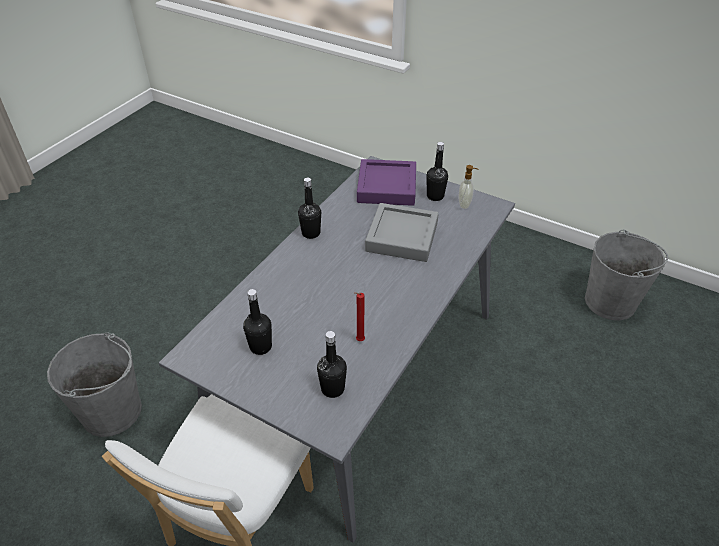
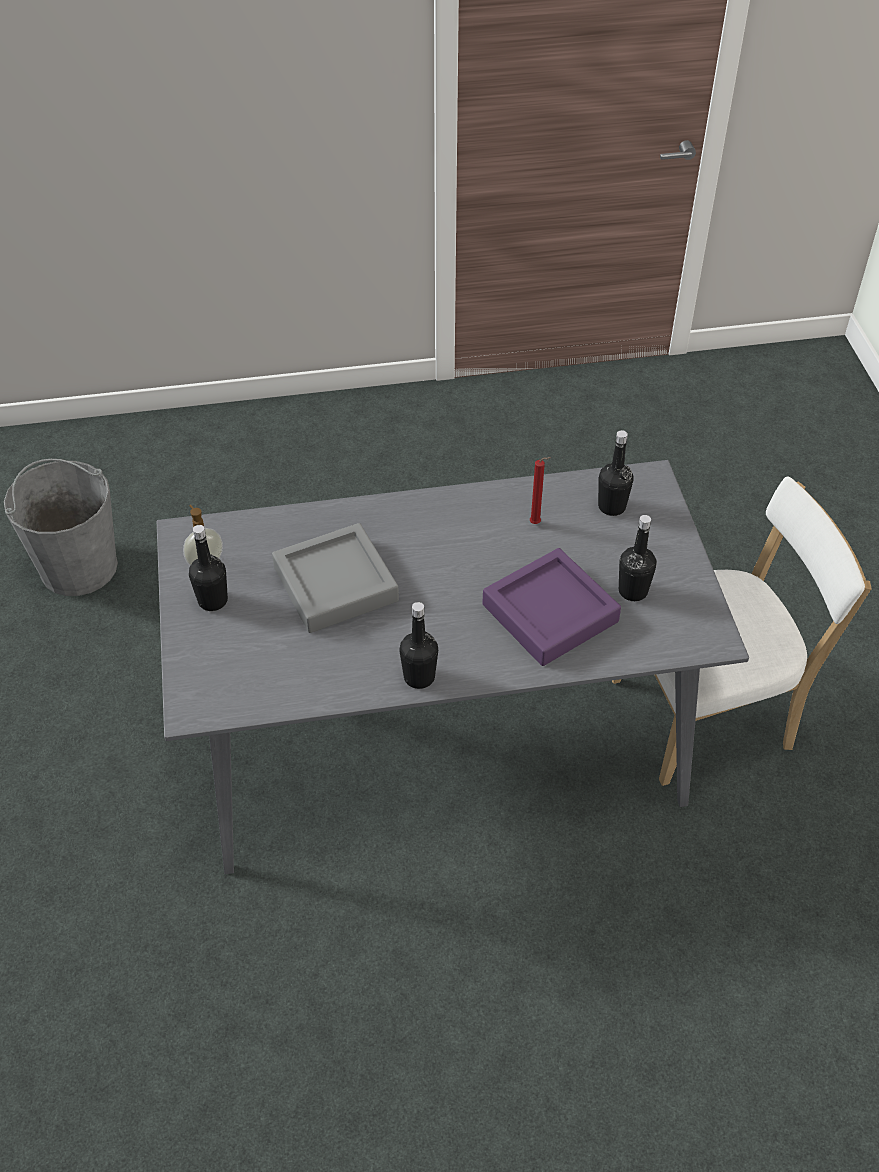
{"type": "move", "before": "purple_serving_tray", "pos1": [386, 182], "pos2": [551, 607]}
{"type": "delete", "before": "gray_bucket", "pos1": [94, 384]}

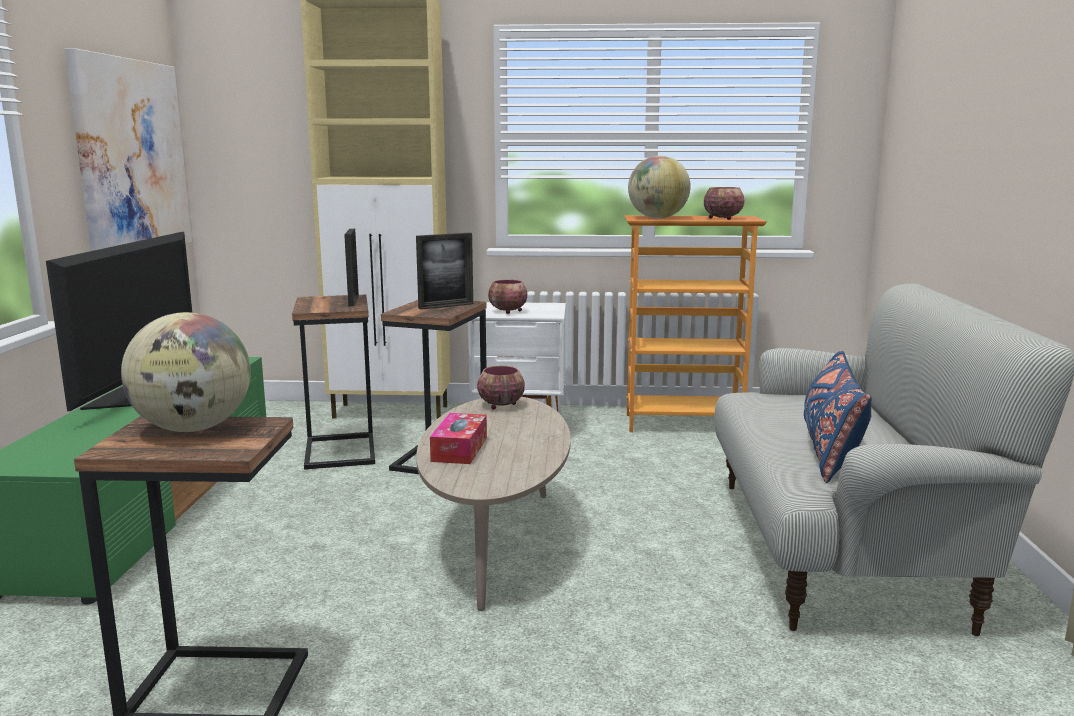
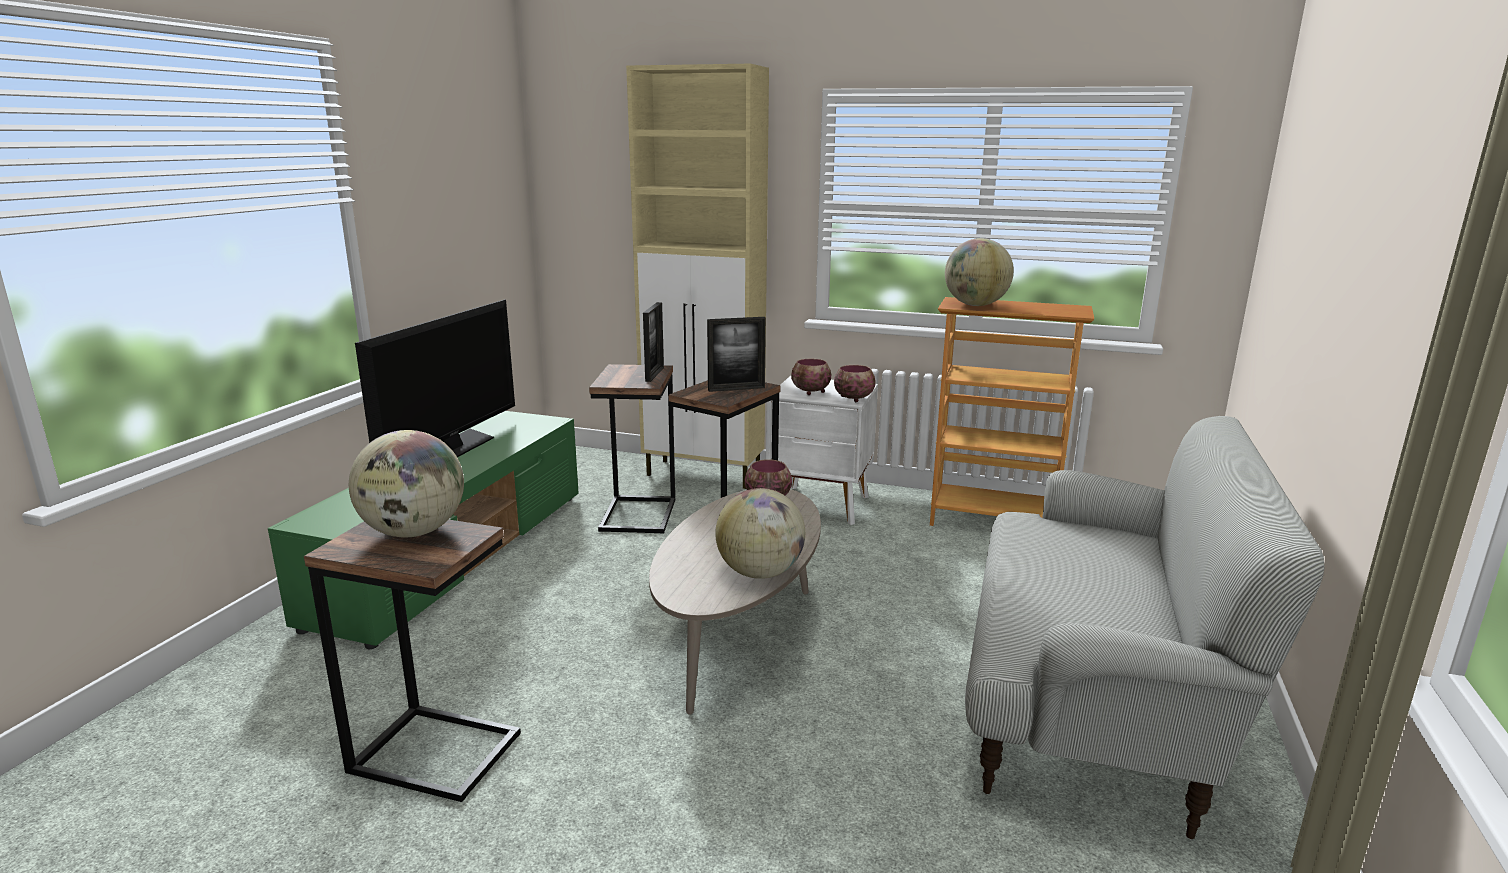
{"type": "insert", "after": "globe", "pos2": [760, 533]}
{"type": "move", "before": "deep_dish", "pos1": [724, 203], "pos2": [855, 383]}
{"type": "delete", "before": "wall_picture", "pos1": [128, 149]}
{"type": "delete", "before": "box_of_tissues", "pos1": [458, 438]}
{"type": "delete", "before": "blue_pillow", "pos1": [838, 417]}

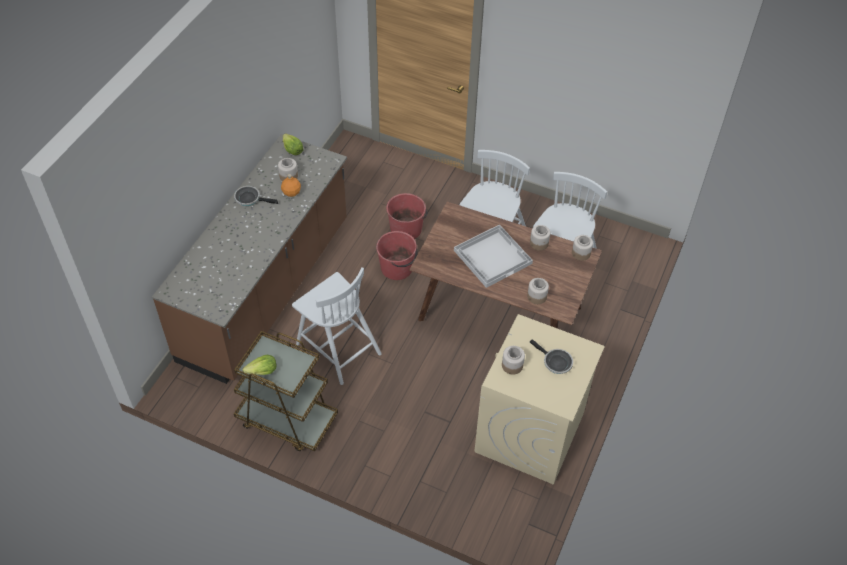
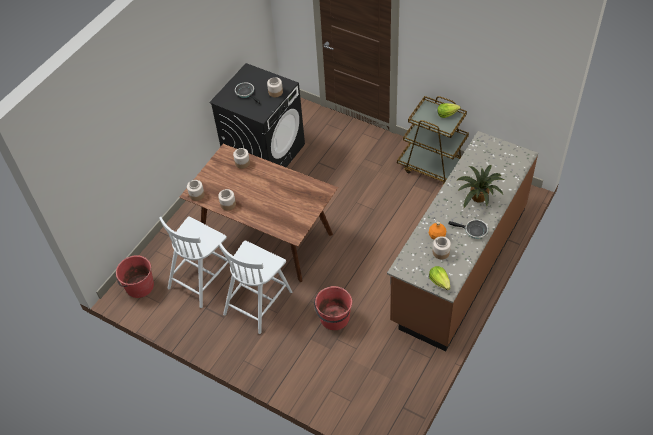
{"type": "move", "before": "red-coloured_bucket", "pos1": [397, 255], "pos2": [135, 276]}
{"type": "recolor", "before": "sand-coloured_washing_machine", "after": "black-coloured_washing_machine", "pos1": [539, 399], "pos2": [257, 115]}
{"type": "insert", "after": "plant_in_a_pot", "pos2": [480, 186]}
{"type": "delete", "before": "white-coloured_upright_chair", "pos1": [337, 326]}
{"type": "delete", "before": "white-coloured_serving_tray", "pos1": [493, 256]}

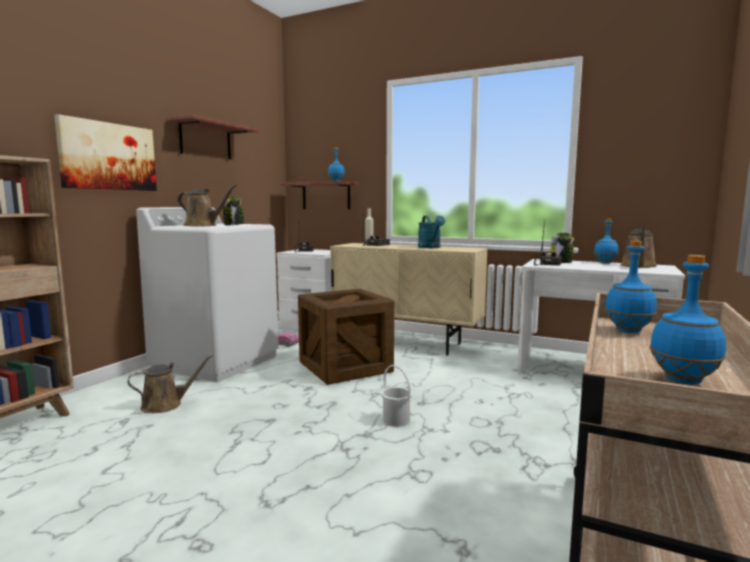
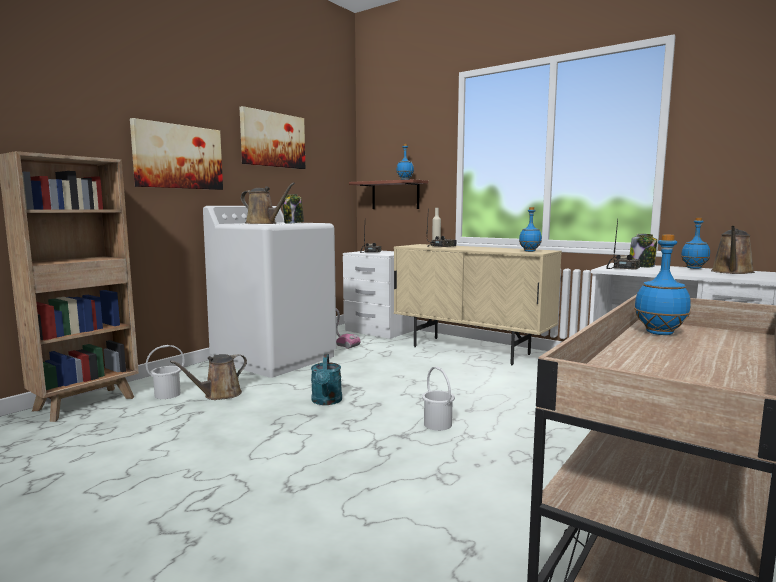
{"type": "insert", "after": "white-coloured_bucket", "pos2": [165, 372]}
{"type": "rotate", "before": "brown_watering_pot", "pos1": [171, 383], "pos2": [208, 377], "turn": 150}
{"type": "replace", "before": "bracket_shelf", "after": "wall_picture", "pos1": [213, 136], "pos2": [272, 137]}
{"type": "move", "before": "turquoise_watering_pot", "pos1": [431, 232], "pos2": [326, 379]}
{"type": "move", "before": "blue_beverage_bottle", "pos1": [688, 319], "pos2": [530, 229]}
{"type": "delete", "before": "shipping_crate", "pos1": [346, 337]}

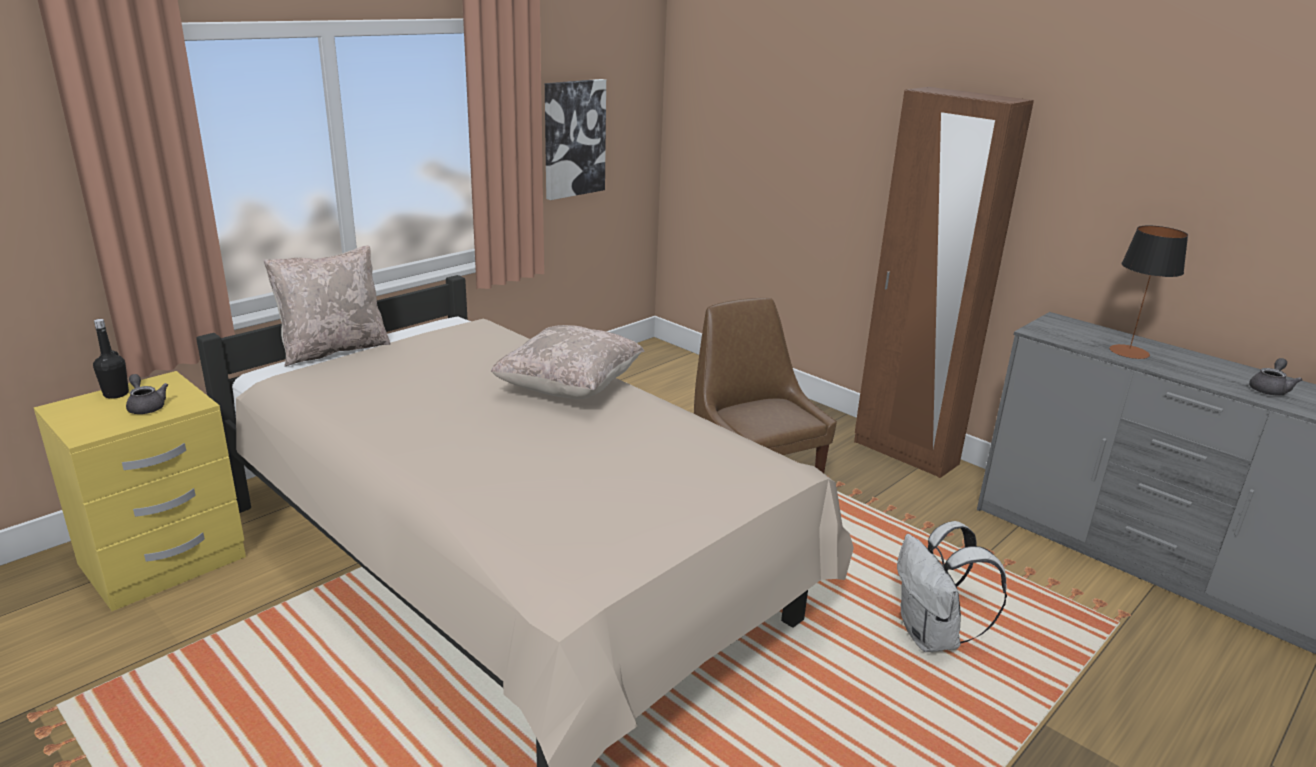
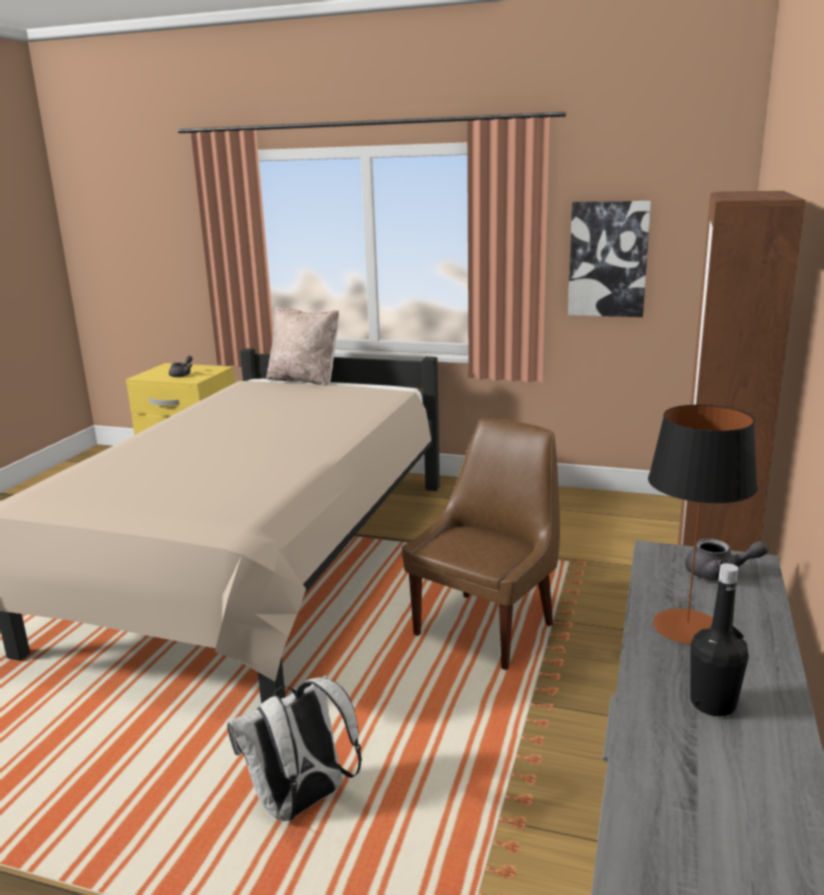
{"type": "move", "before": "gray_teapot", "pos1": [1275, 376], "pos2": [726, 559]}
{"type": "move", "before": "black-coloured_beverage_bottle", "pos1": [111, 359], "pos2": [719, 639]}
{"type": "delete", "before": "sand-coloured_pillow", "pos1": [568, 362]}

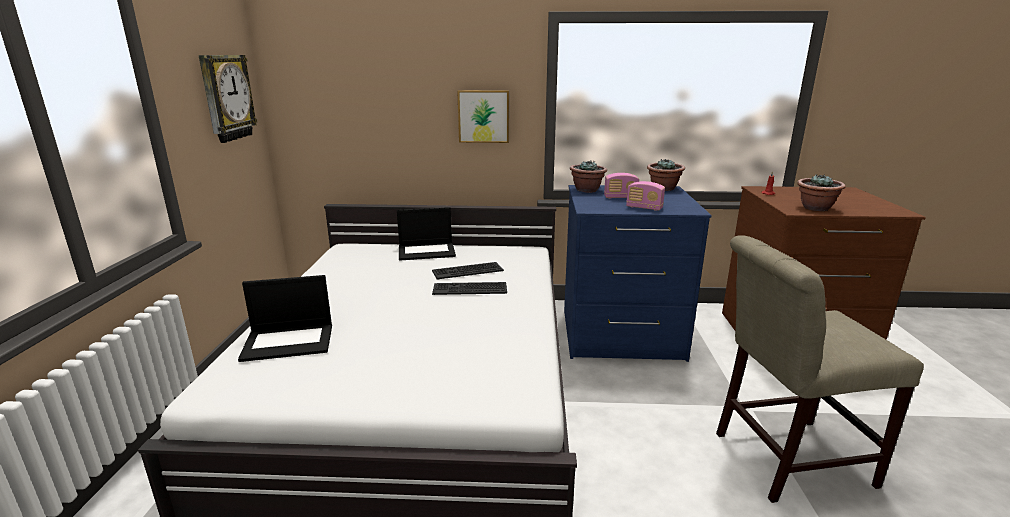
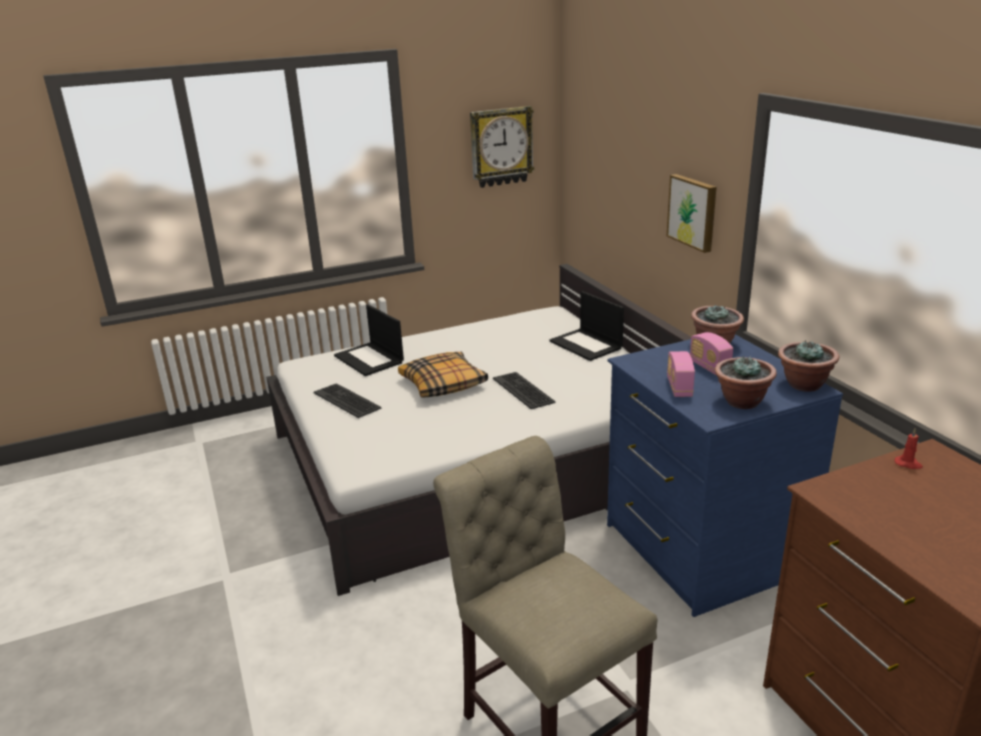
{"type": "move", "before": "keyboard", "pos1": [468, 270], "pos2": [348, 400]}
{"type": "insert", "after": "pillow", "pos2": [443, 375]}
{"type": "move", "before": "plant_in_a_pot", "pos1": [821, 192], "pos2": [746, 382]}

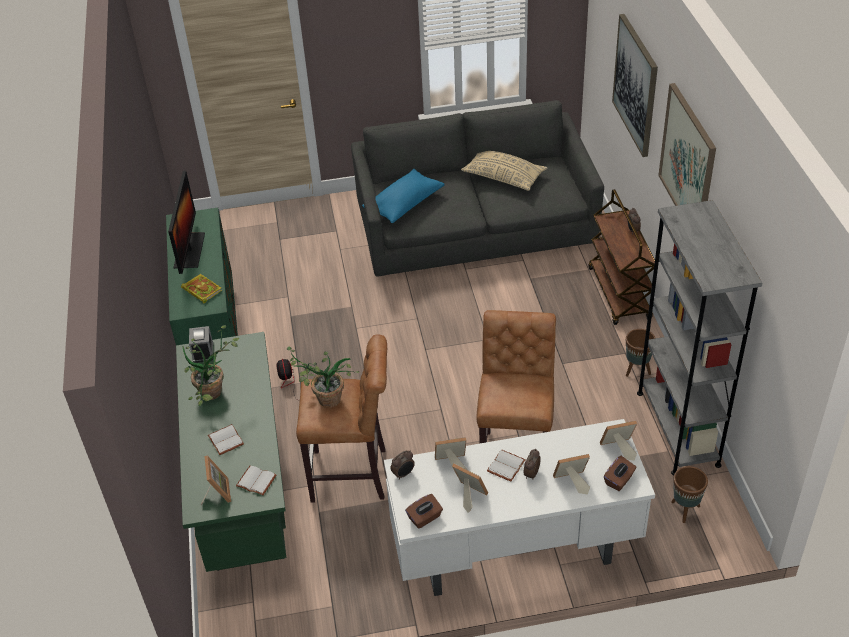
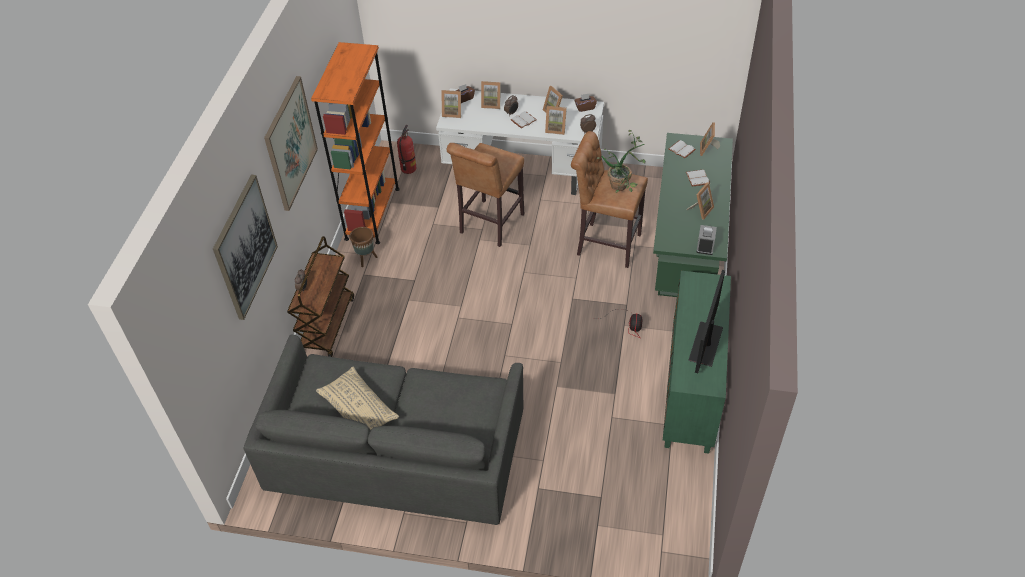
{"type": "recolor", "before": "gray_bookcase", "after": "orange_bookcase", "pos1": [699, 337], "pos2": [355, 143]}
{"type": "replace", "before": "brown_planter", "after": "fire_extinguisher", "pos1": [689, 494], "pos2": [406, 149]}
{"type": "replace", "before": "plant_in_a_pot", "after": "standing_frame", "pos1": [211, 365], "pos2": [700, 201]}
{"type": "delete", "before": "bound_book", "pos1": [201, 288]}
{"type": "delete", "before": "blue_pillow", "pos1": [403, 196]}

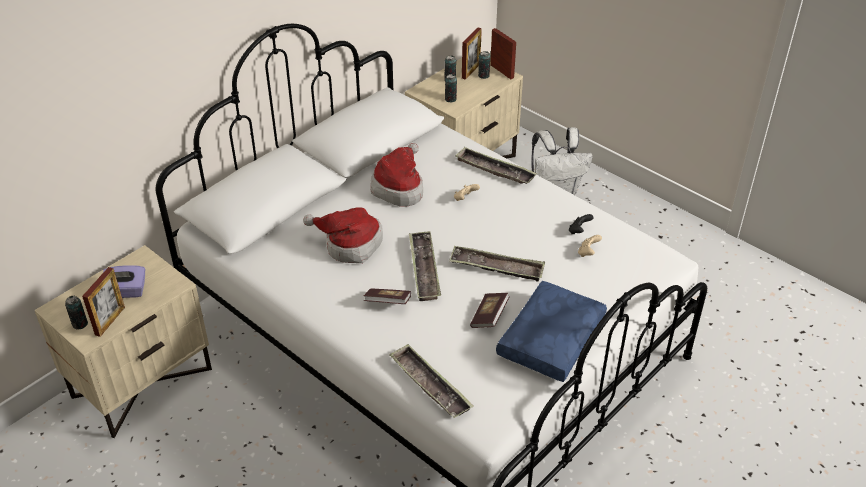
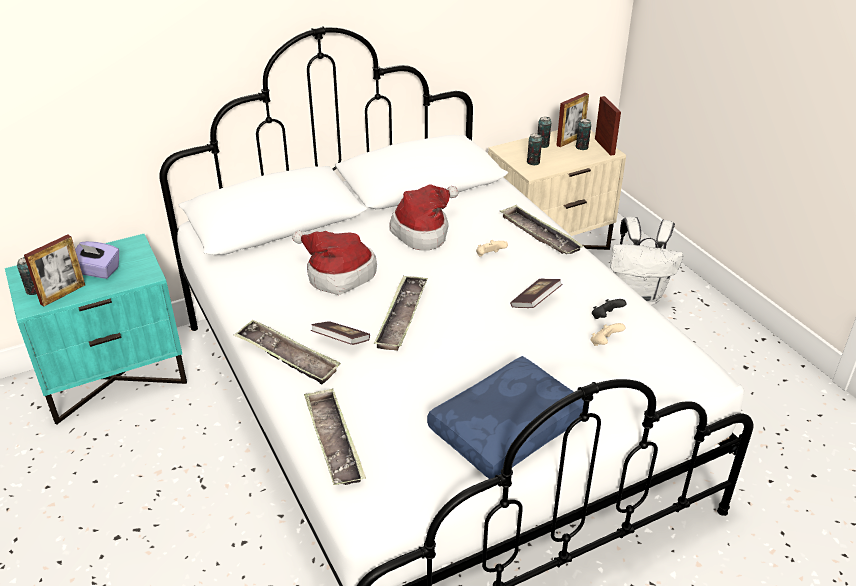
{"type": "recolor", "before": "sand-coloured_nightstand", "after": "turquoise_nightstand", "pos1": [123, 341], "pos2": [96, 329]}
{"type": "move", "before": "serving_tray", "pos1": [497, 264], "pos2": [287, 351]}
{"type": "move", "before": "bound_book", "pos1": [490, 310], "pos2": [536, 293]}

